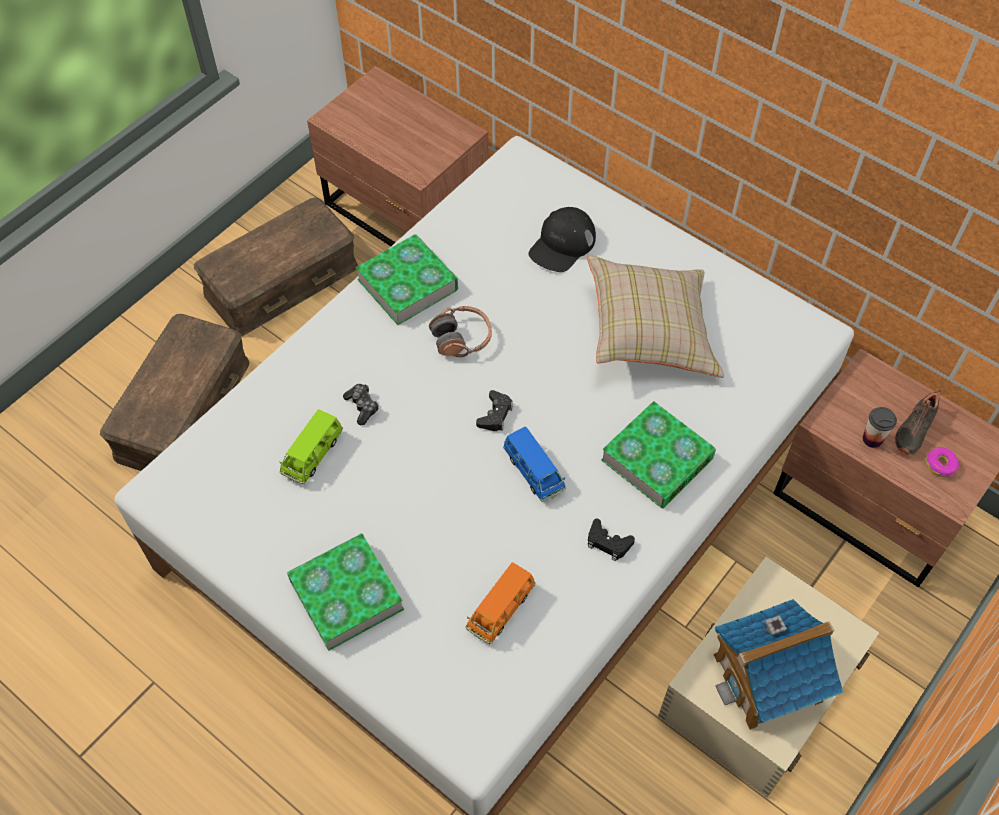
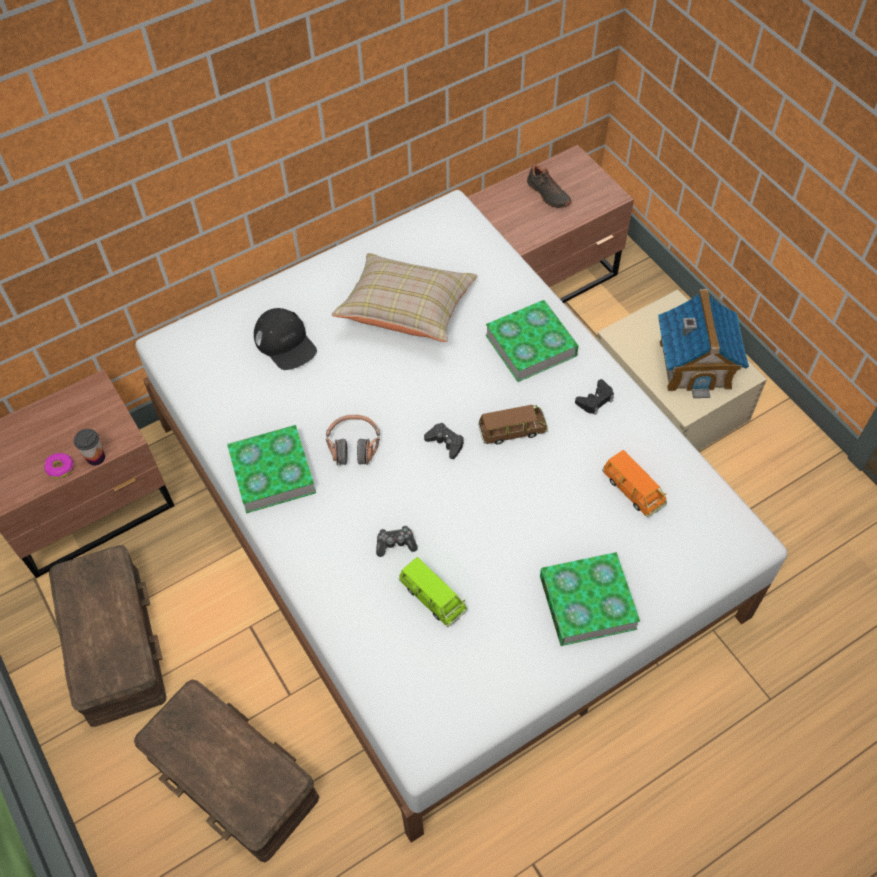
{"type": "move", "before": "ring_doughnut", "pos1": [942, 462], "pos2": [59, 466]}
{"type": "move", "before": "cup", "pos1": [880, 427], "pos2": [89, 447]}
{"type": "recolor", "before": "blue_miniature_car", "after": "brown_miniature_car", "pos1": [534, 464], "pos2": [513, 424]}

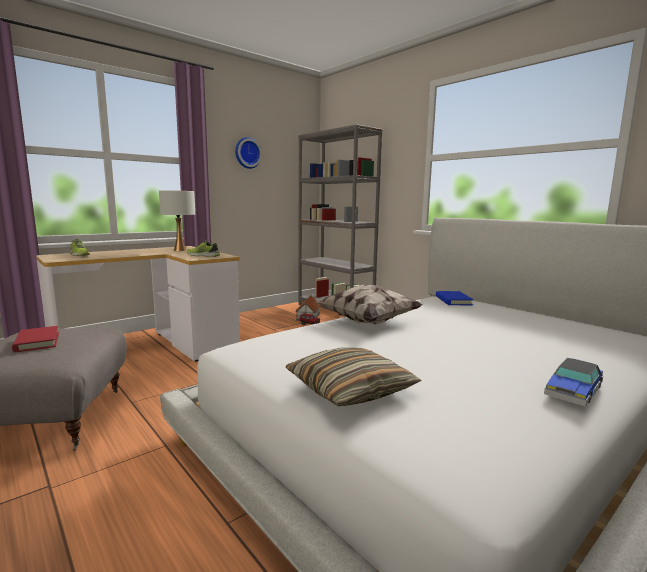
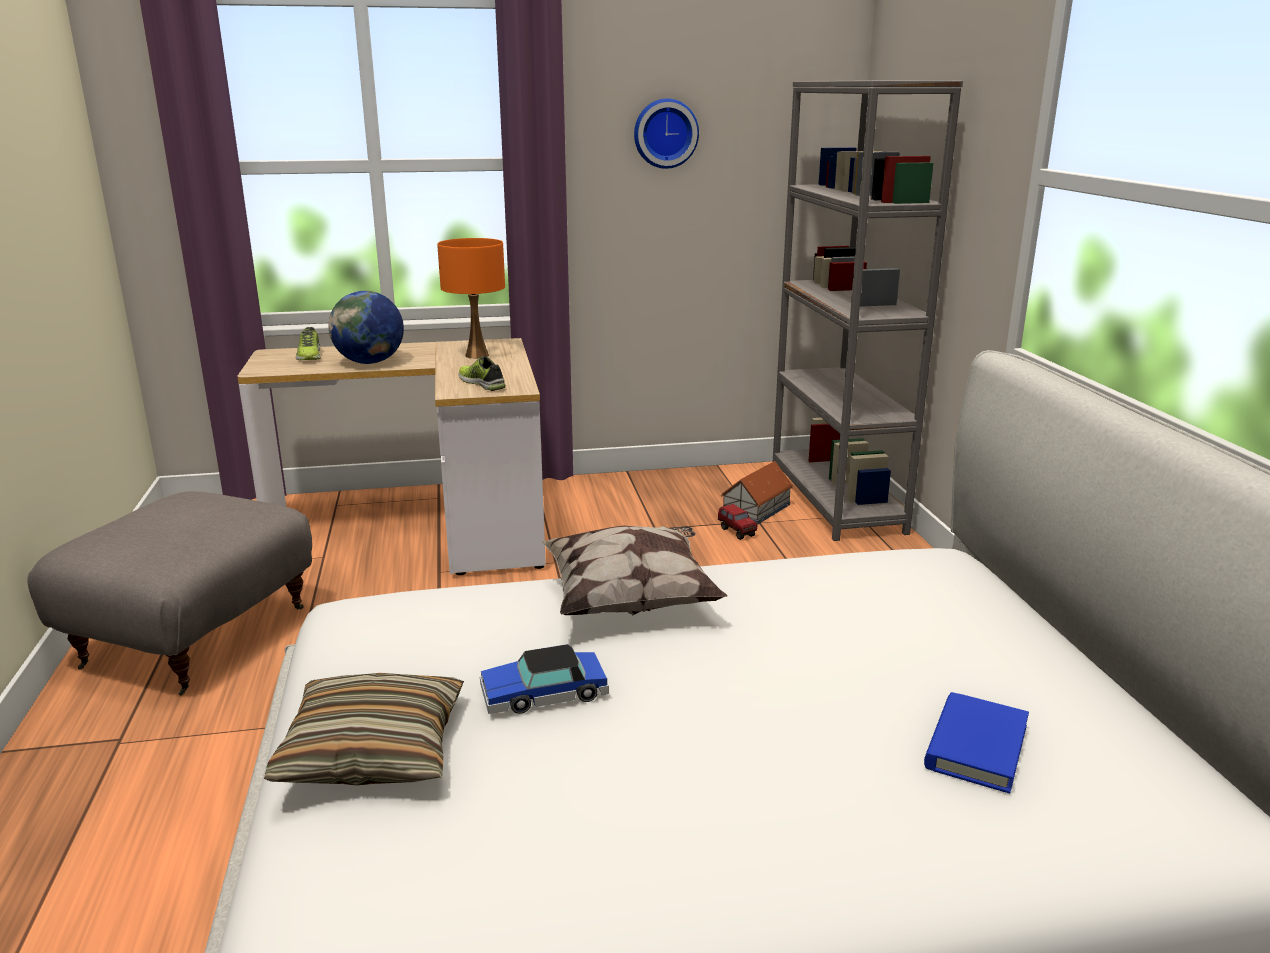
{"type": "insert", "after": "globe", "pos2": [366, 327]}
{"type": "recolor", "before": "white-coloured_lamp_for_a_table", "after": "orange_lamp_for_a_table", "pos1": [177, 220], "pos2": [471, 298]}
{"type": "move", "before": "miniature_car", "pos1": [573, 382], "pos2": [544, 679]}
{"type": "move", "before": "blue_bound_book", "pos1": [455, 298], "pos2": [976, 742]}
{"type": "delete", "before": "red-coloured_bound_book", "pos1": [35, 339]}

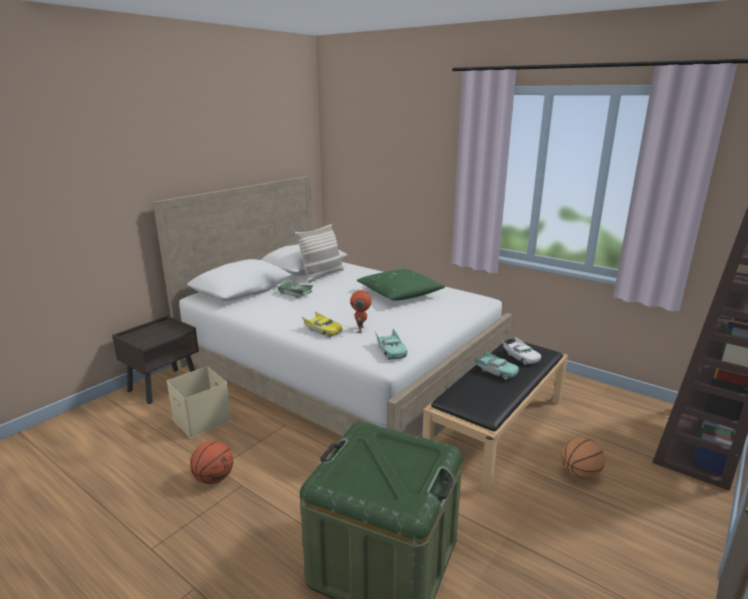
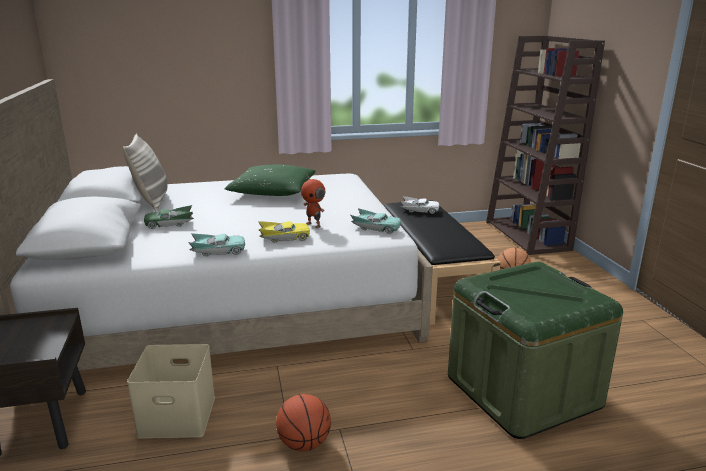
{"type": "move", "before": "turquoise_miniature_car", "pos1": [496, 365], "pos2": [216, 244]}

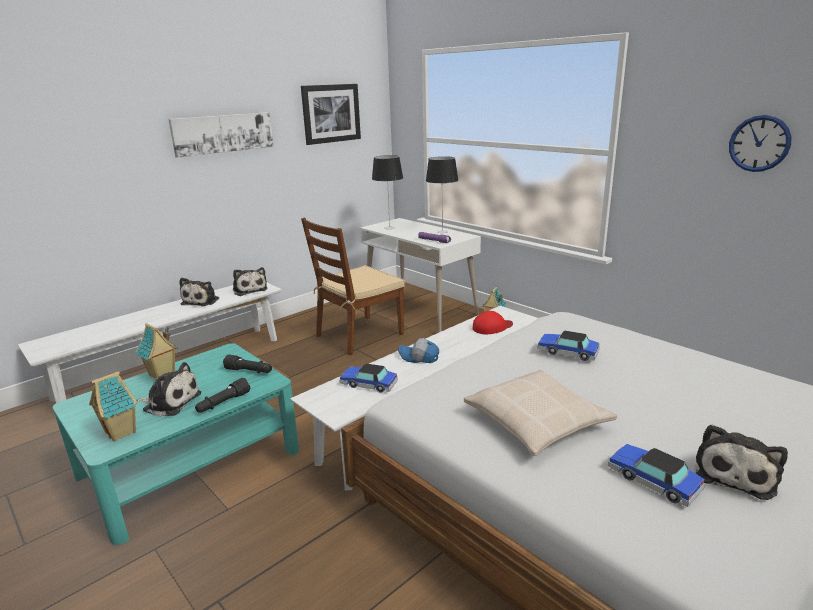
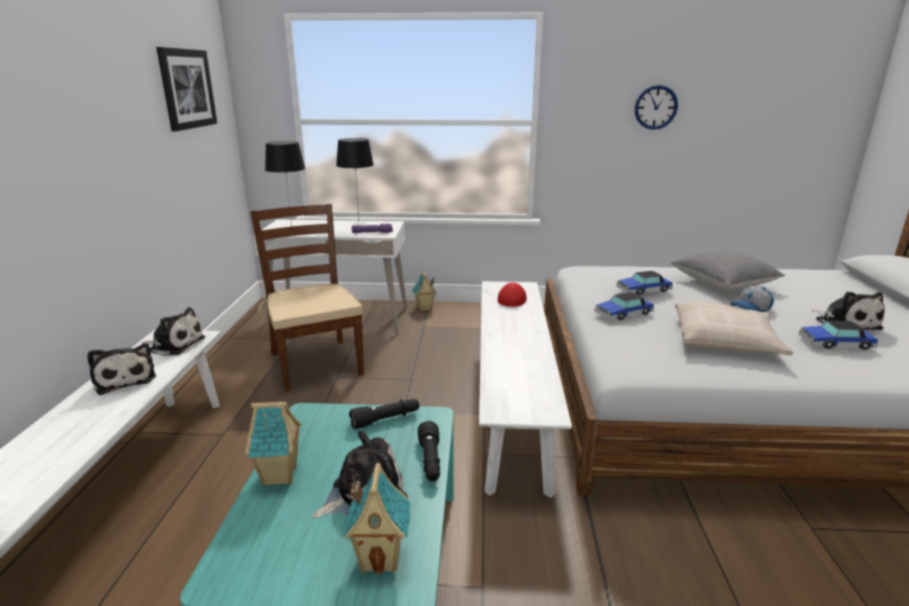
{"type": "rotate", "before": "brown_upright_chair", "pos1": [353, 286], "pos2": [307, 297], "turn": 150}
{"type": "move", "before": "miniature_car", "pos1": [368, 378], "pos2": [624, 306]}
{"type": "insert", "after": "gray_pillow", "pos2": [728, 269]}
{"type": "move", "before": "baseball_cap", "pos1": [418, 350], "pos2": [752, 299]}
{"type": "delete", "before": "wall_picture", "pos1": [220, 135]}

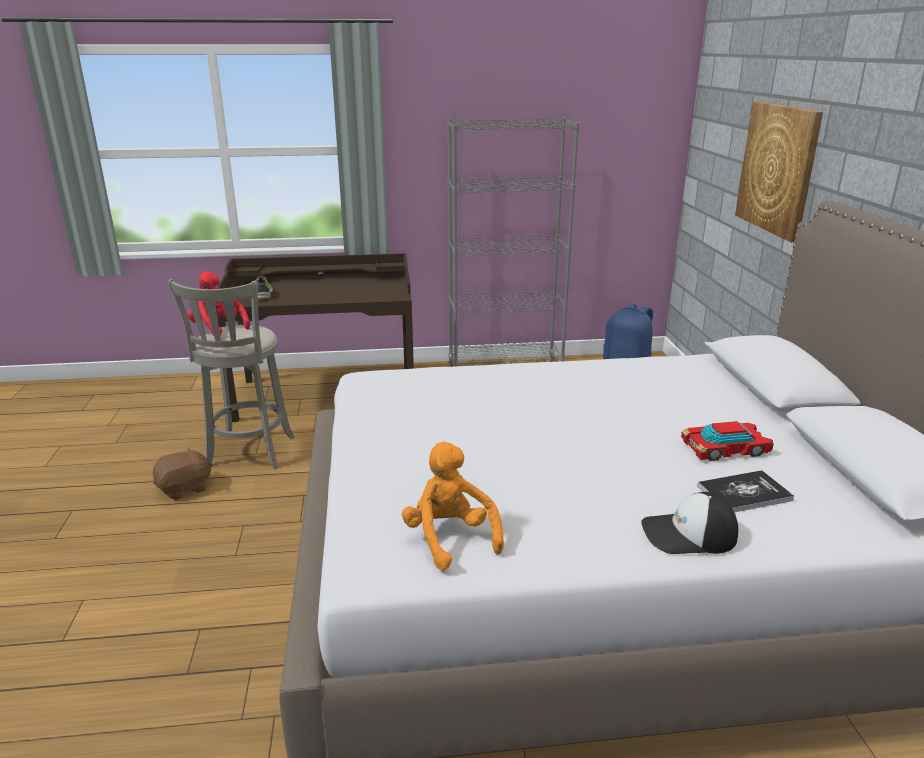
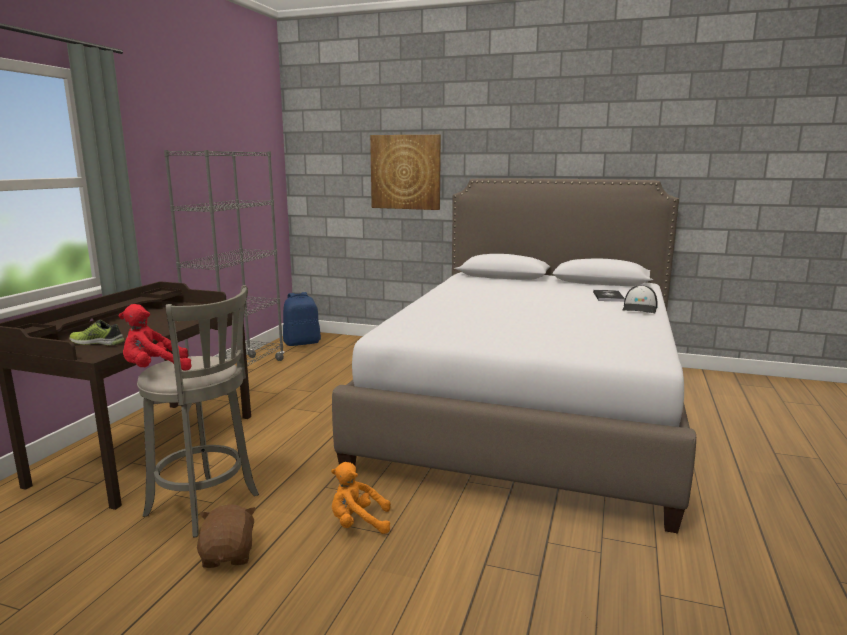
{"type": "move", "before": "orange_soft_toy", "pos1": [453, 506], "pos2": [361, 498]}
{"type": "delete", "before": "miniature_car", "pos1": [727, 441]}

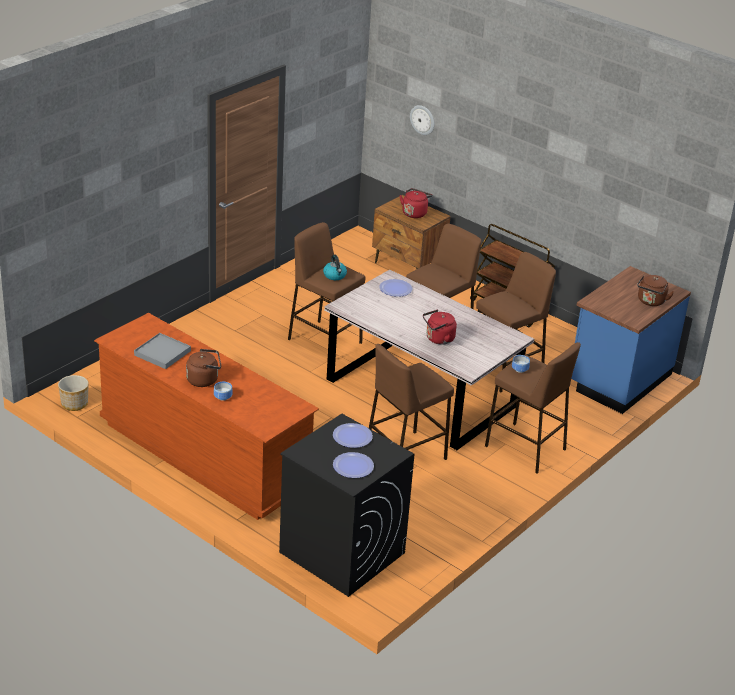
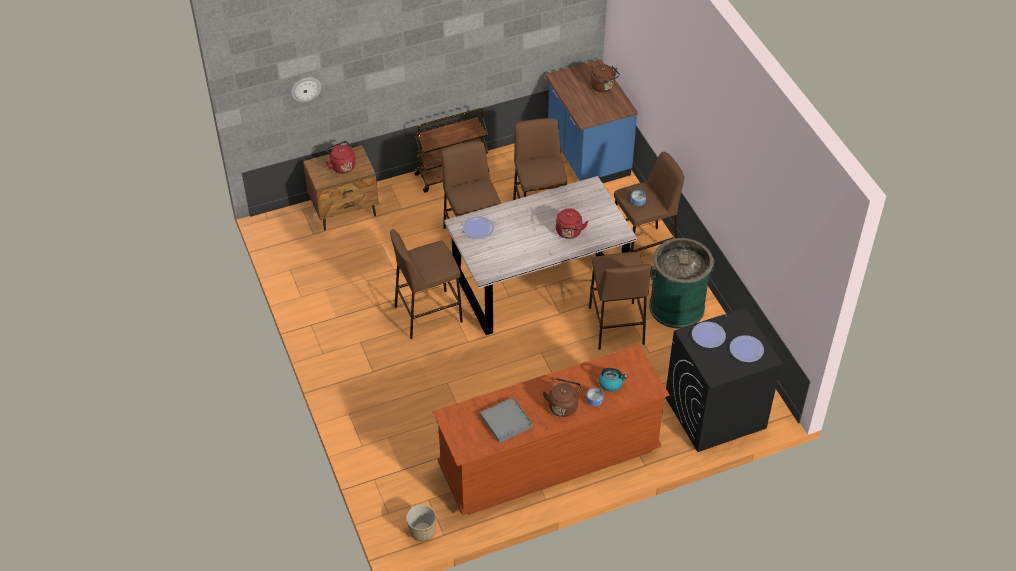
{"type": "move", "before": "tea_kettle", "pos1": [335, 267], "pos2": [613, 379]}
{"type": "insert", "after": "green_waste_bin", "pos2": [682, 283]}

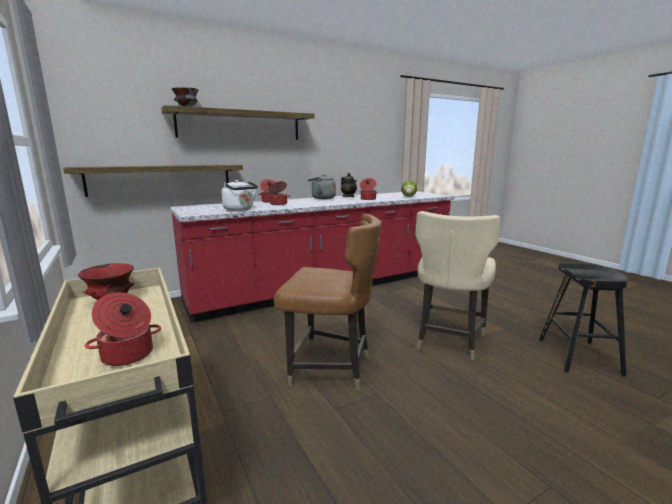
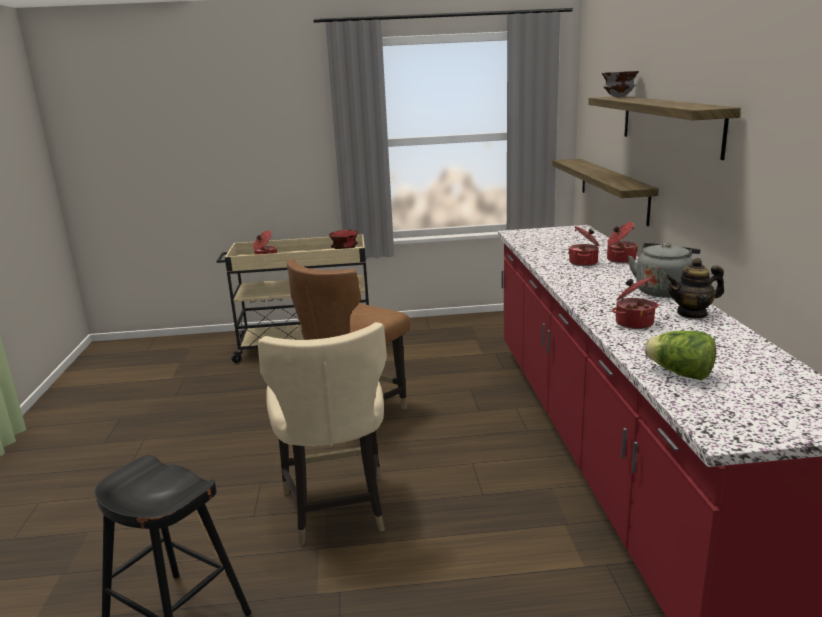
{"type": "rotate", "before": "sand-coloured_upright_chair", "pos1": [458, 286], "pos2": [322, 434], "turn": -150}
{"type": "delete", "before": "white-coloured_tea_kettle", "pos1": [240, 195]}

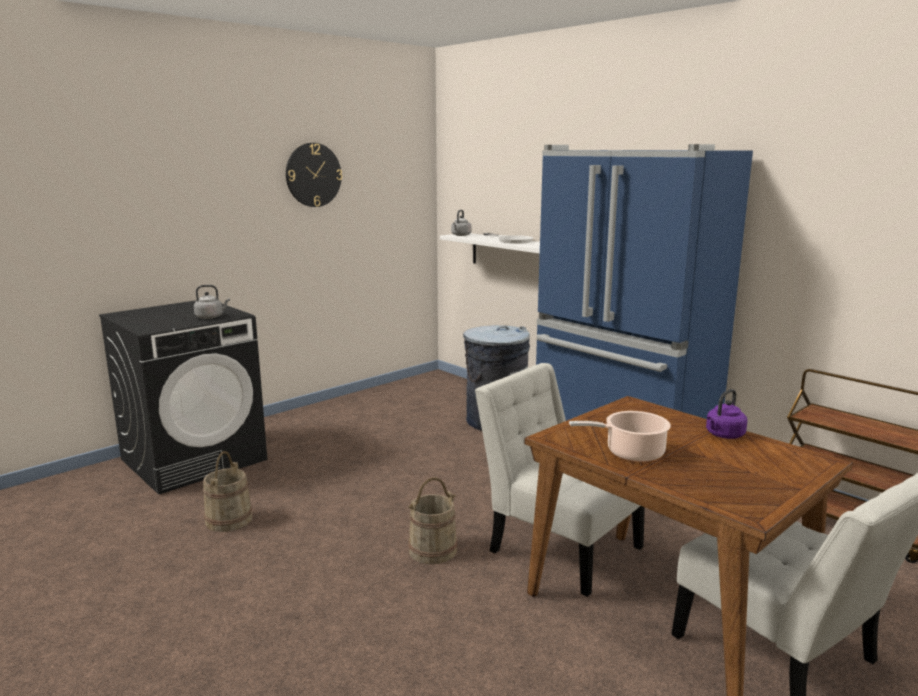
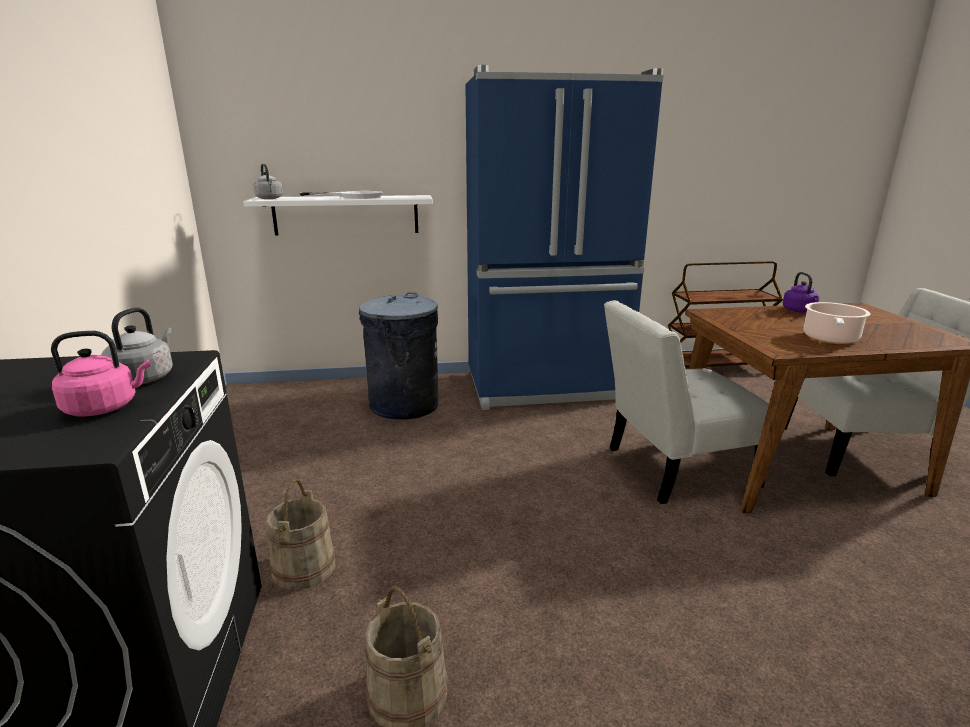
{"type": "insert", "after": "pink-coloured_tea_kettle", "pos2": [100, 373]}
{"type": "move", "before": "sand-coloured_bucket", "pos1": [432, 520], "pos2": [301, 534]}
{"type": "delete", "before": "hanging_clock", "pos1": [314, 175]}

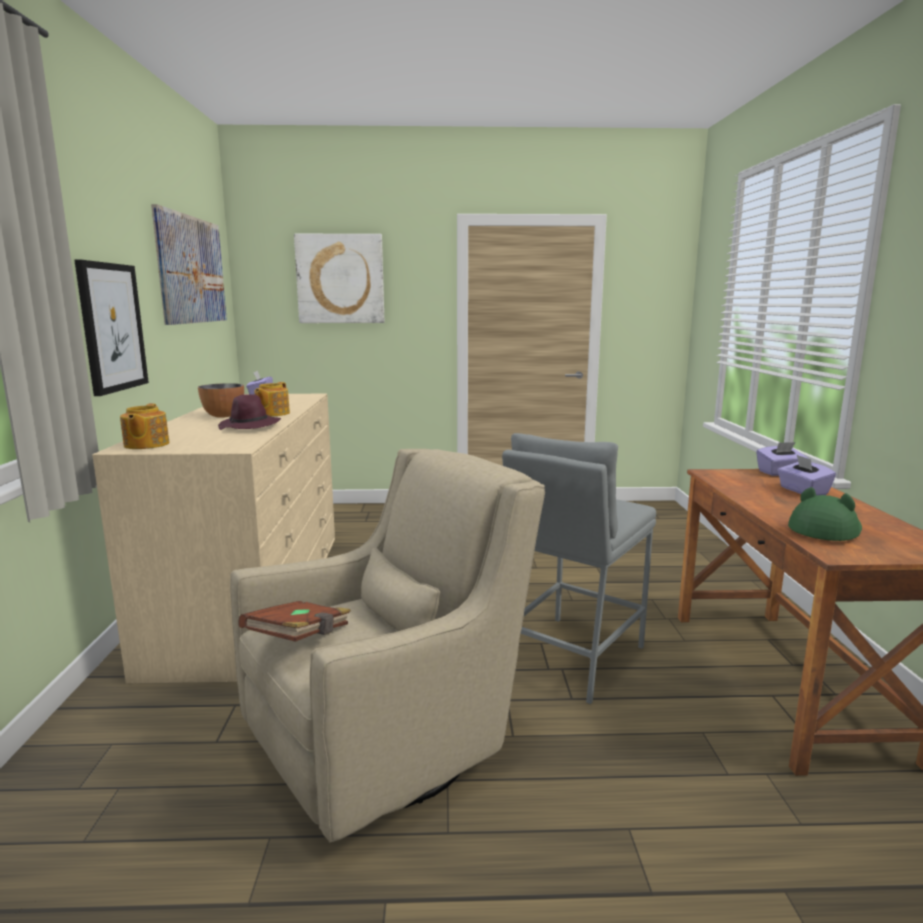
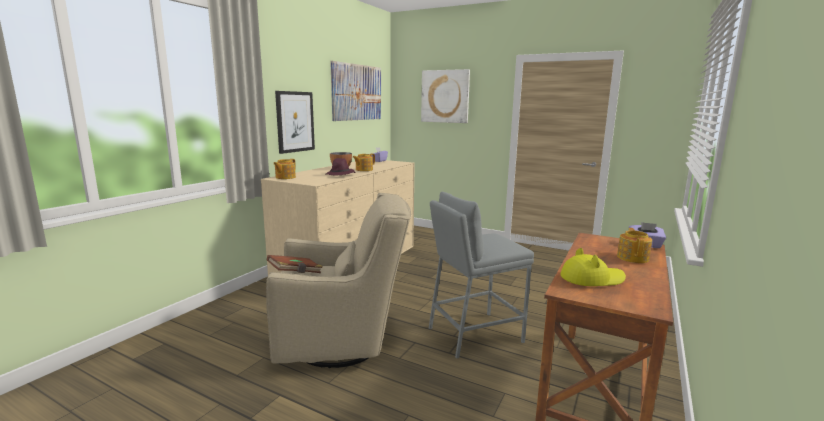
{"type": "recolor", "before": "green_wearable_hat", "after": "yellow_wearable_hat", "pos1": [825, 514], "pos2": [593, 267]}
{"type": "replace", "before": "purple_box_of_tissues", "after": "teapot", "pos1": [806, 475], "pos2": [634, 245]}

